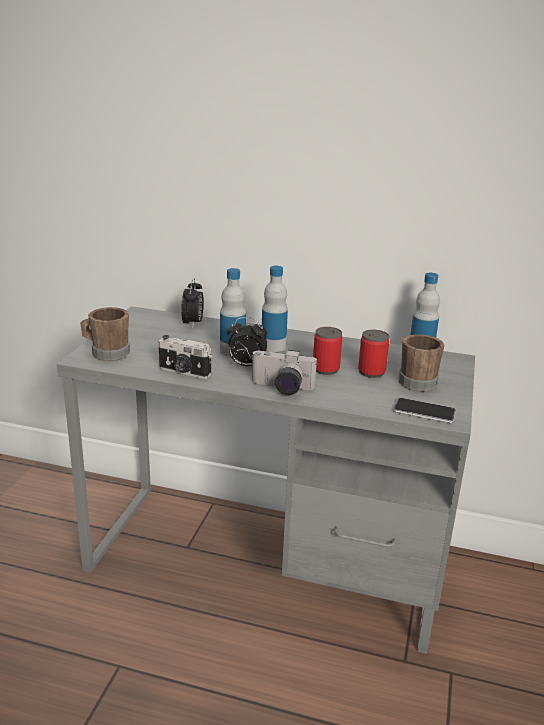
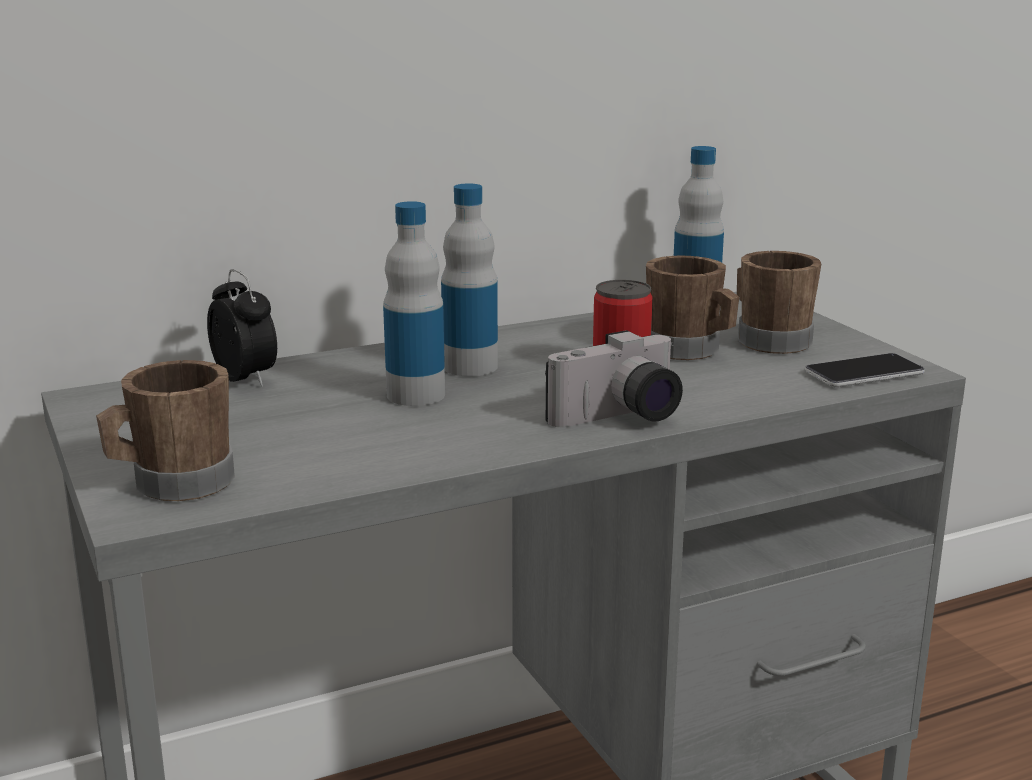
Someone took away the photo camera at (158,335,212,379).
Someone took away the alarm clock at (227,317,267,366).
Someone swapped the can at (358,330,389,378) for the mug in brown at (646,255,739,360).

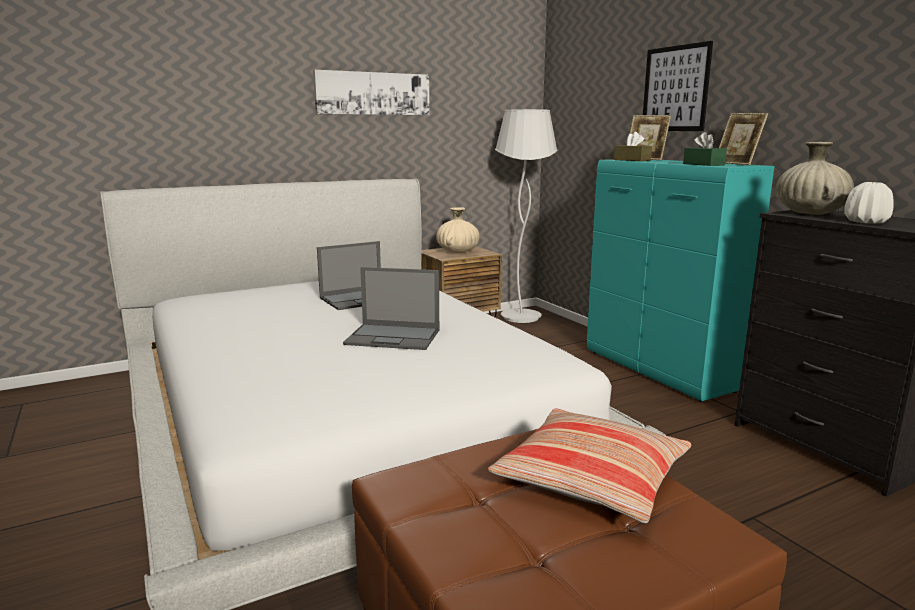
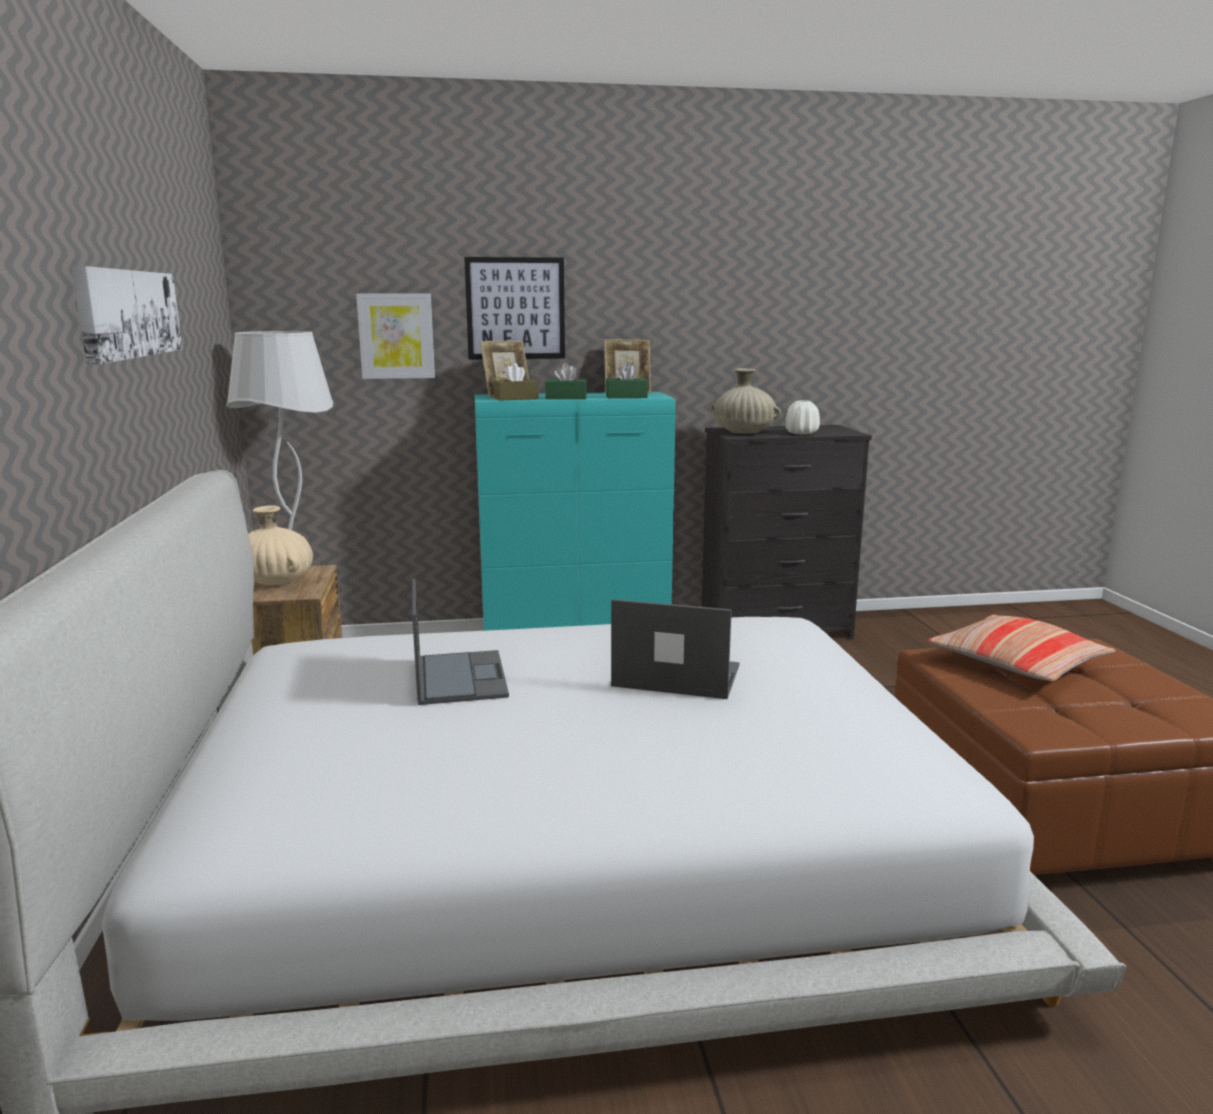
Someone put up the picture at (356,294,435,379).
Someone put down the tissue box in green at (545,363,587,399).
Someone rotated the laptop at (343,267,440,350) by 105 degrees counterclockwise.

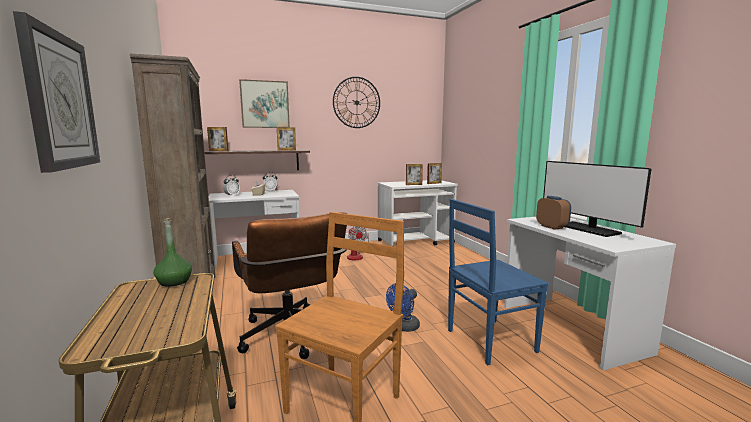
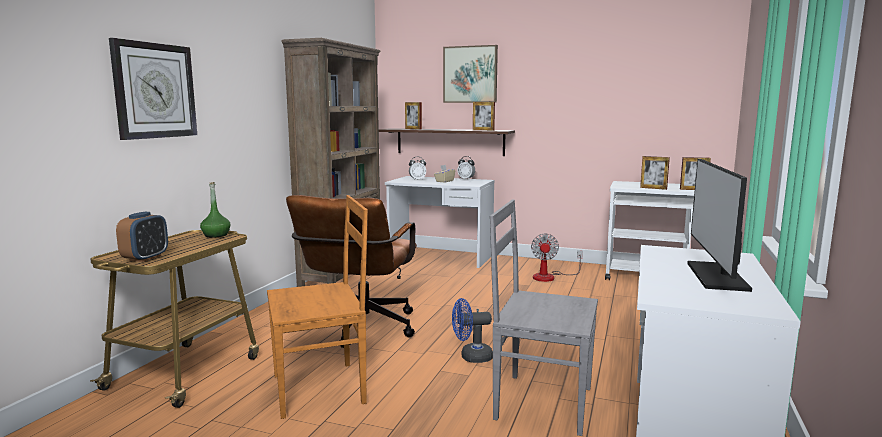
Someone took away the wall clock at (333,77,380,128).
Someone carried the alarm clock from (536,196,571,230) to (116,212,168,262).
Someone repainted the chair in blue at (448,199,549,366), which became the chair in grey at (490,200,598,436).

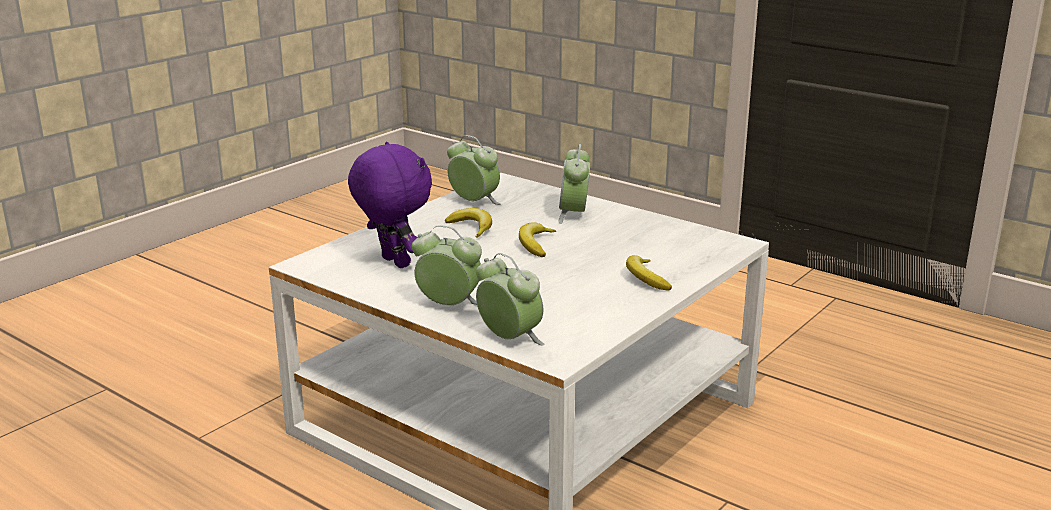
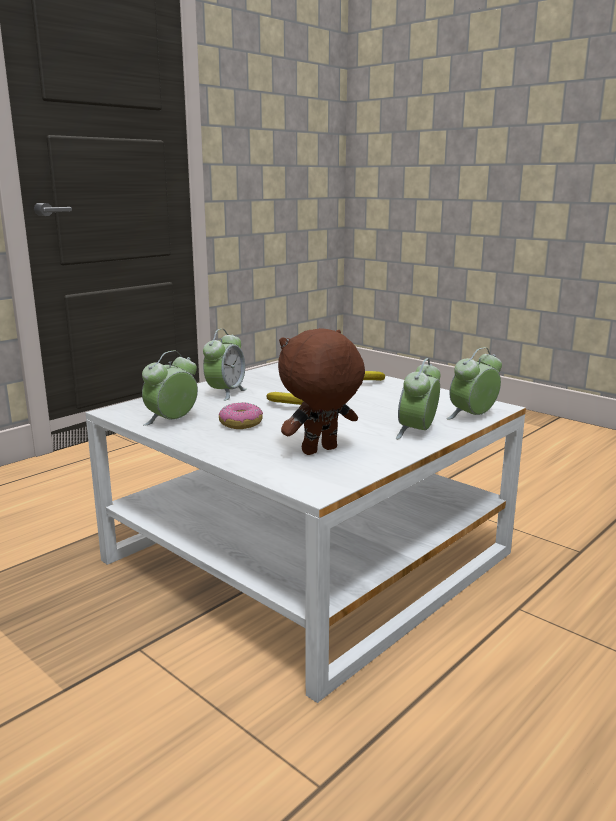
Someone swapped the banana at (445,208,492,238) for the donut at (219,402,263,429).
Someone repainted the plush toy in purple at (348,142,432,268), which became the plush toy in brown at (278,328,365,455).
Someone rotated the alarm clock at (558,144,590,224) by 75 degrees counterclockwise.

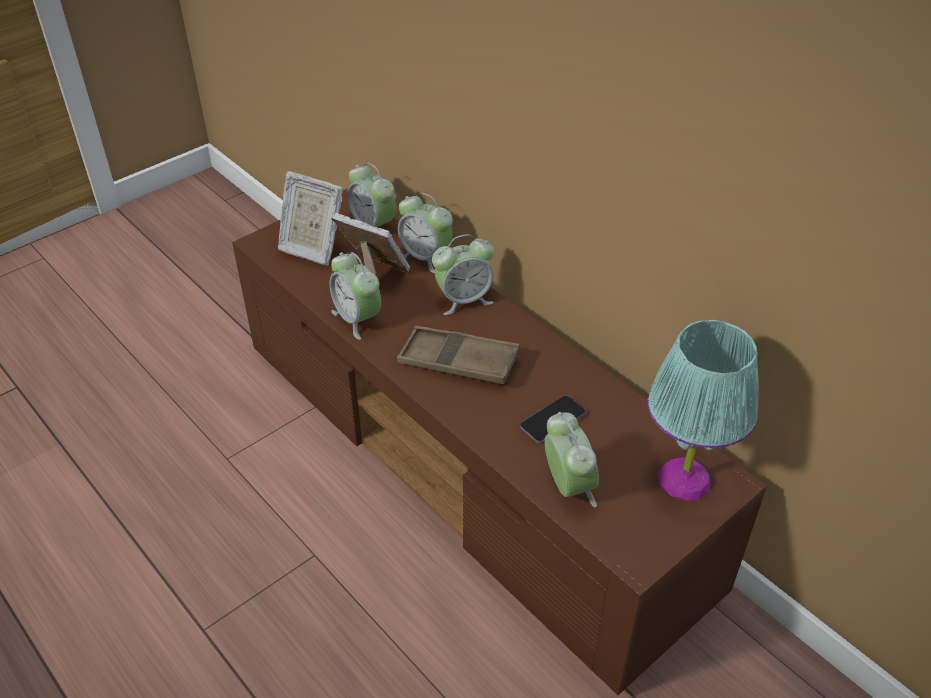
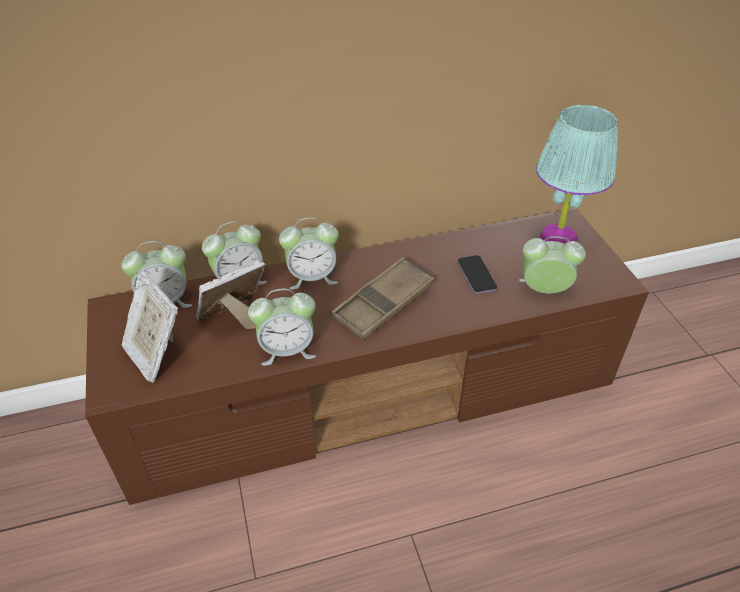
Someone rotated the picture frame at (278,171,343,265) by 90 degrees clockwise.
Someone rotated the alarm clock at (432,234,494,315) by 75 degrees clockwise.

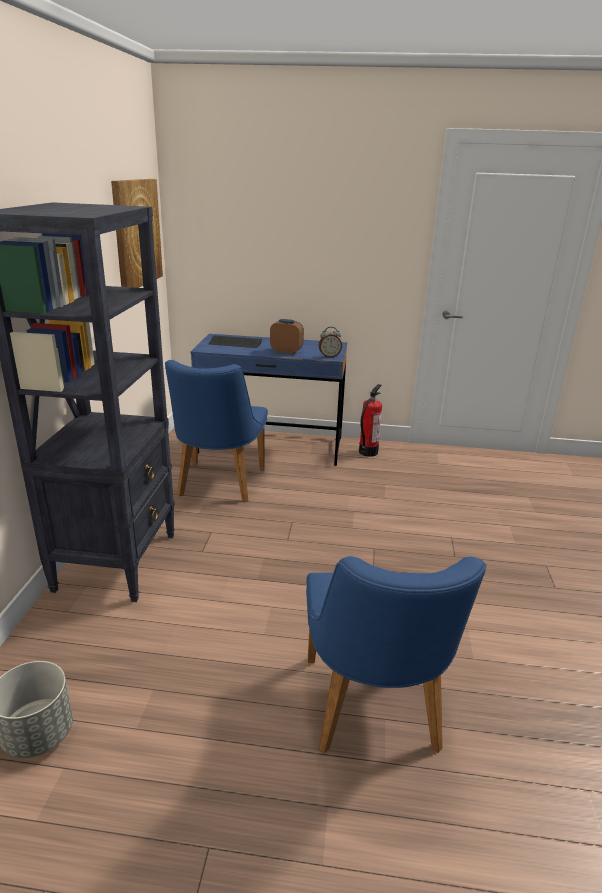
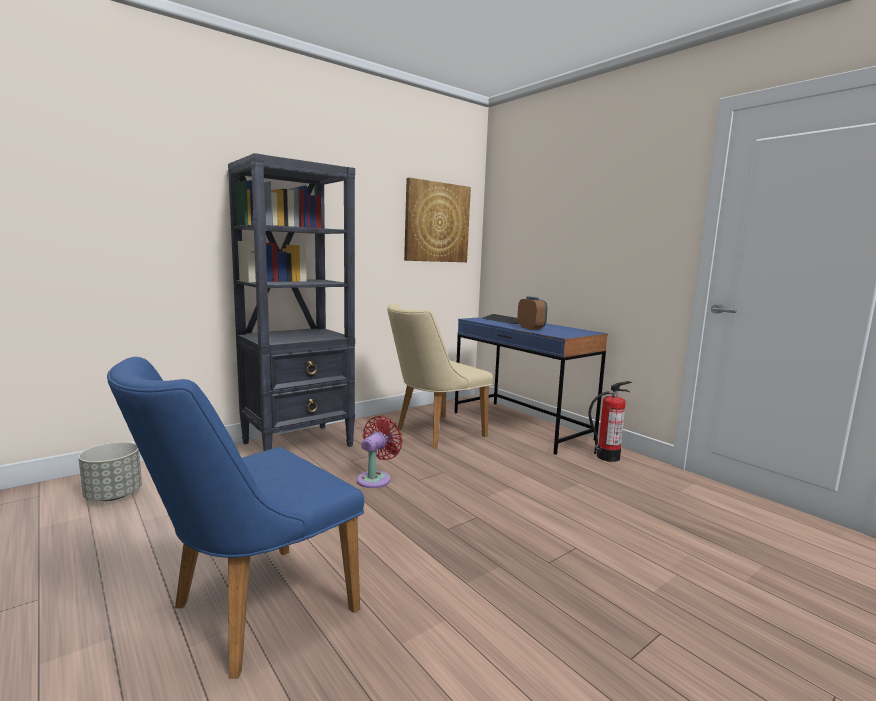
Someone took away the alarm clock at (319,327,342,358).
Someone put down the fan in red at (357,416,403,488).
Someone repainted the chair in blue at (165,360,268,503), which became the chair in beige at (387,303,493,449).

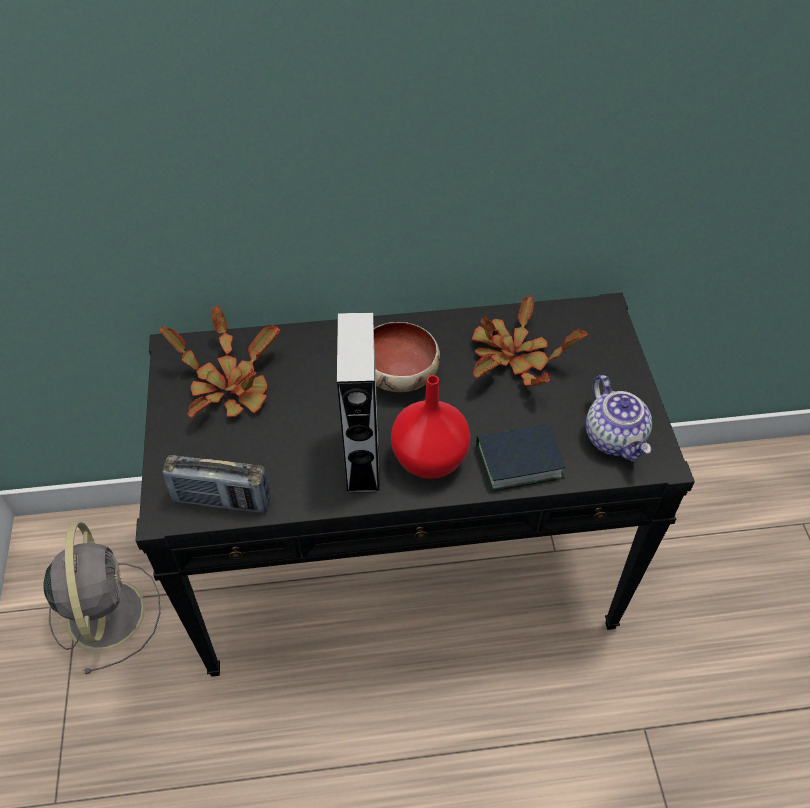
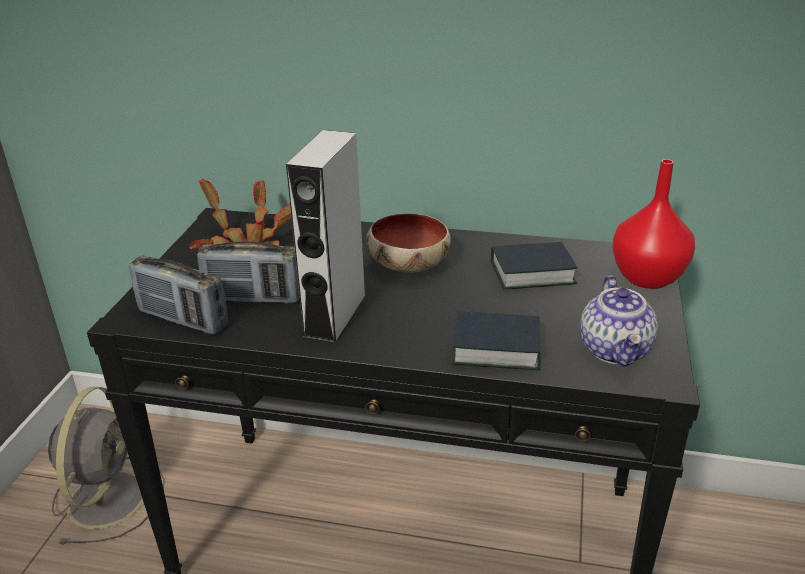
Someone put down the radio at (197,241,300,304).
Someone carried the vase in red from (391,375,471,479) to (612,159,695,289).
Someone swapped the potted plant at (472,296,587,386) for the book at (491,242,577,289).

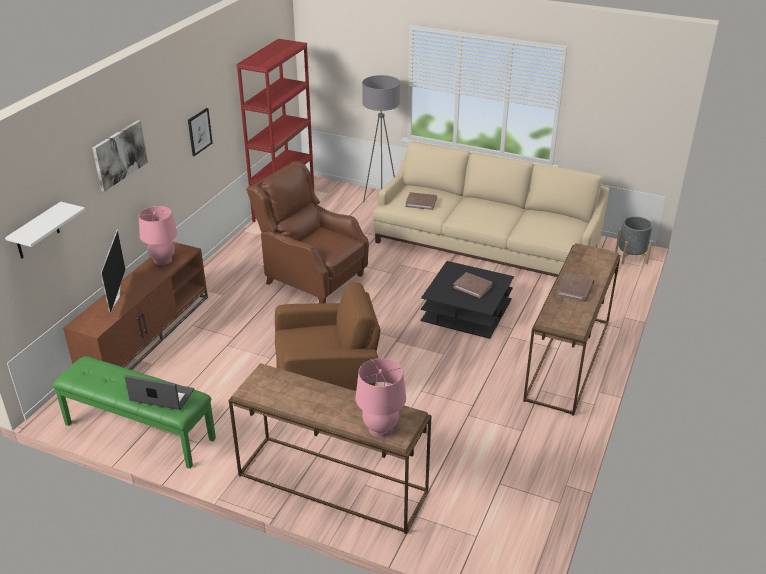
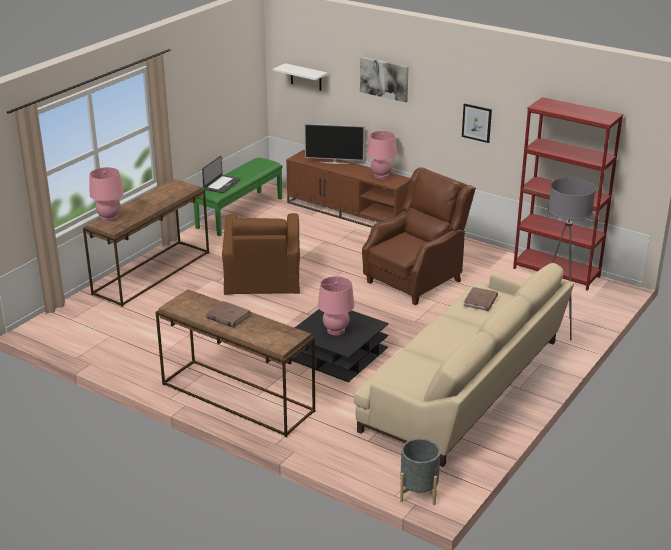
Someone swapped the book in brown at (453,272,493,298) for the table lamp in pink at (318,276,354,336).

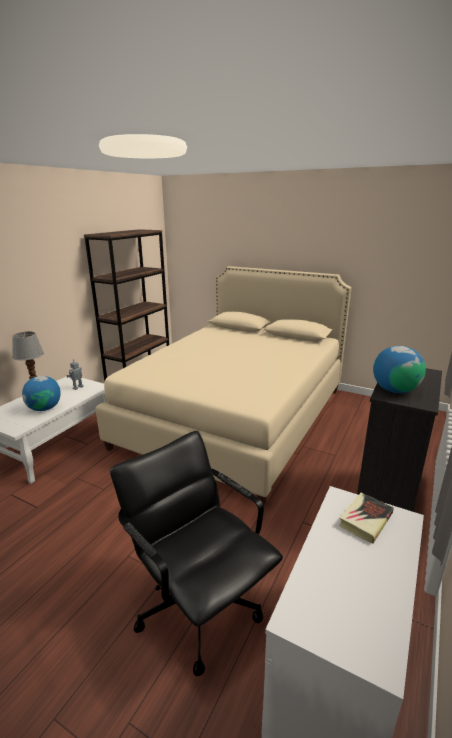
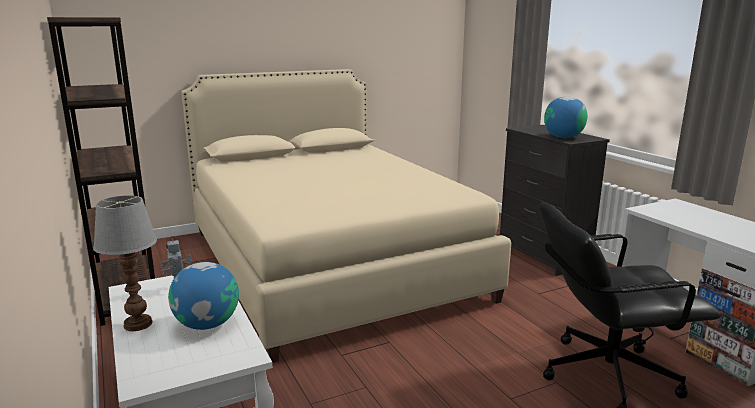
Someone took away the book at (339,493,394,544).

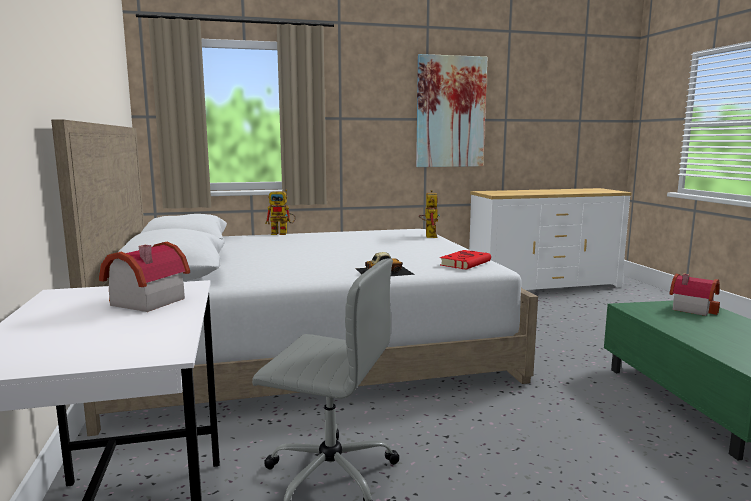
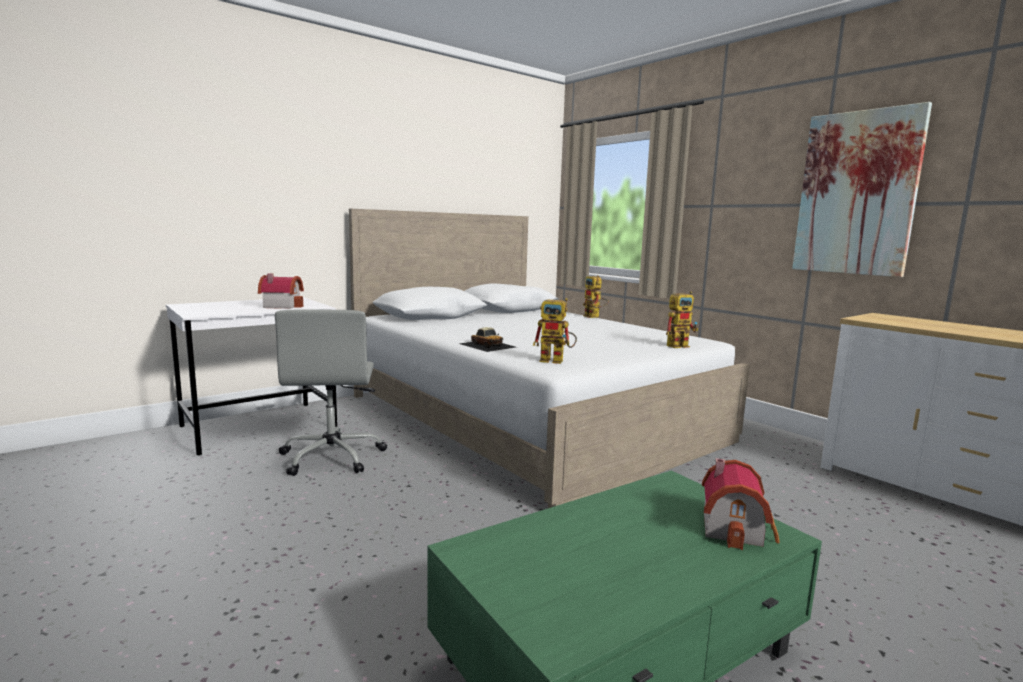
Someone swapped the book in red at (440,250,491,270) for the toy robot at (533,298,577,364).

